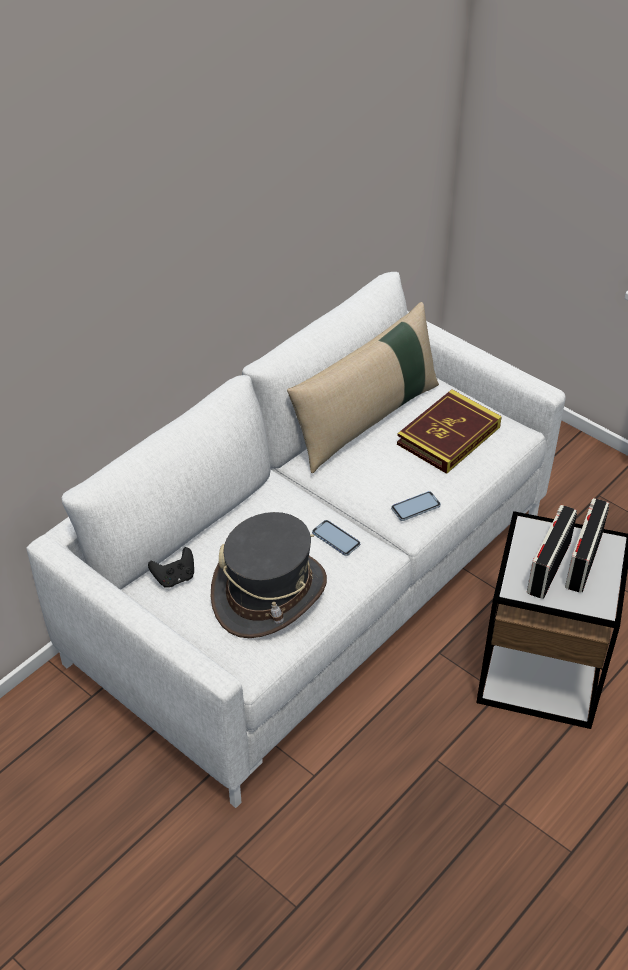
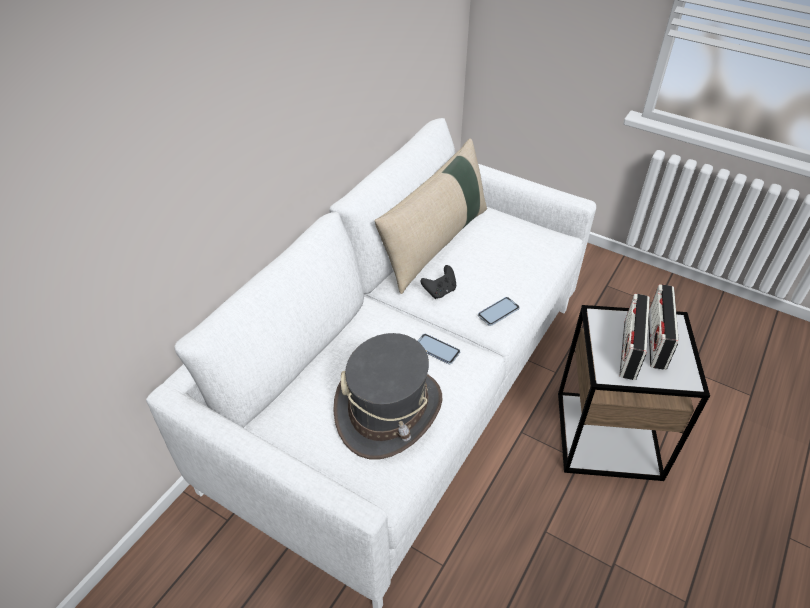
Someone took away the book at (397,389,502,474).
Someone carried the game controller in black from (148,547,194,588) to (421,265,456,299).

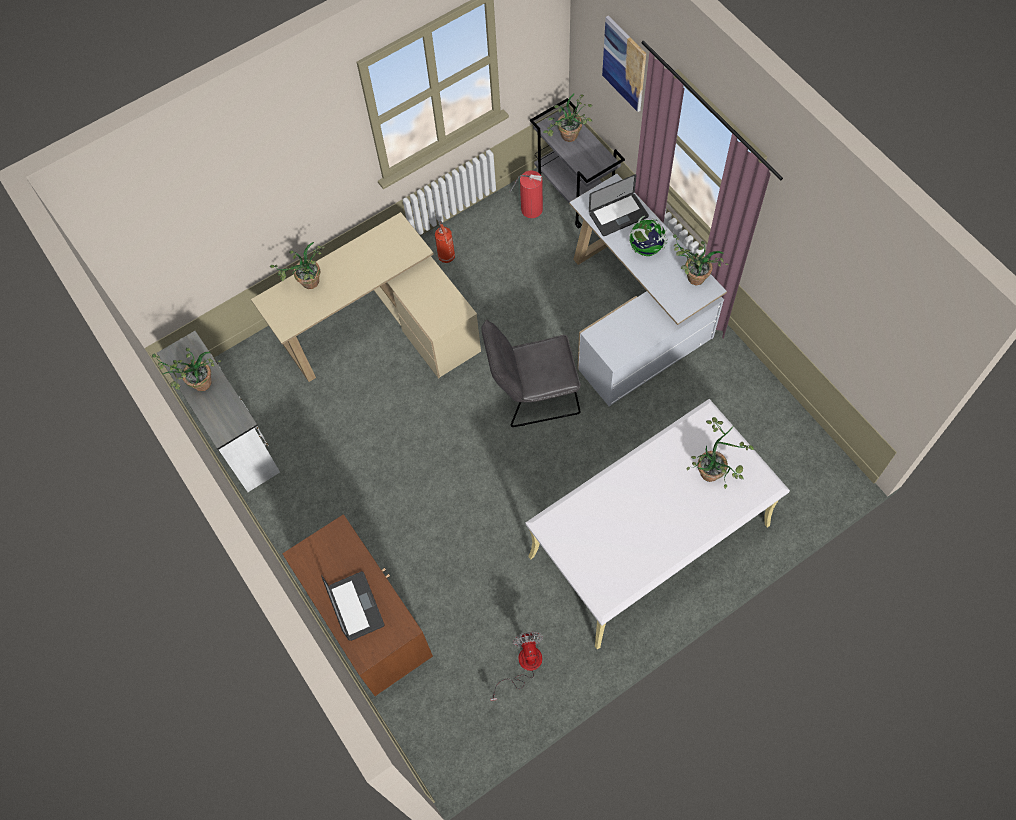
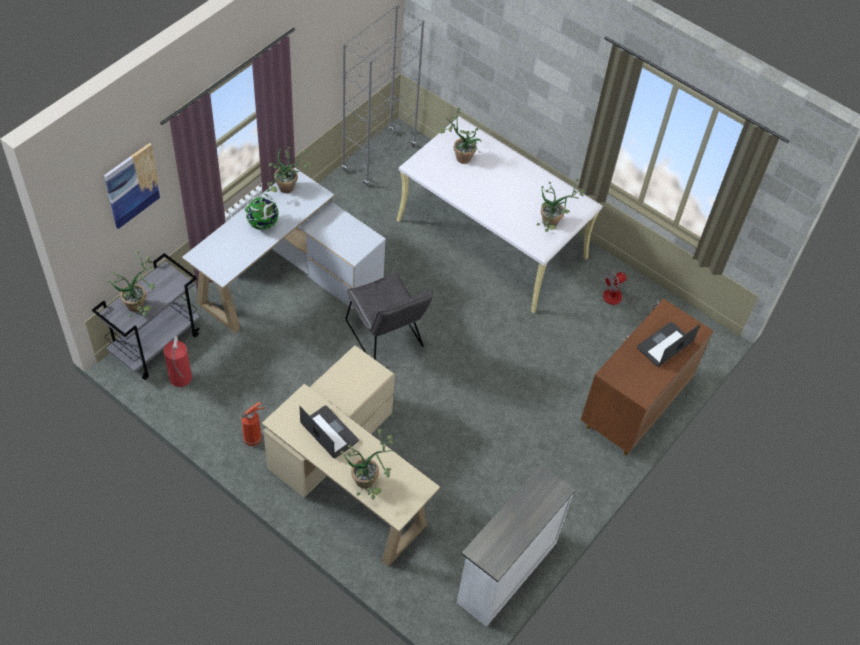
Someone put down the bookcase in grey at (342,4,424,186).
Someone carried the potted plant from (152,347,221,391) to (536,179,585,232).
Someone carried the laptop from (589,174,649,236) to (299,405,359,459).

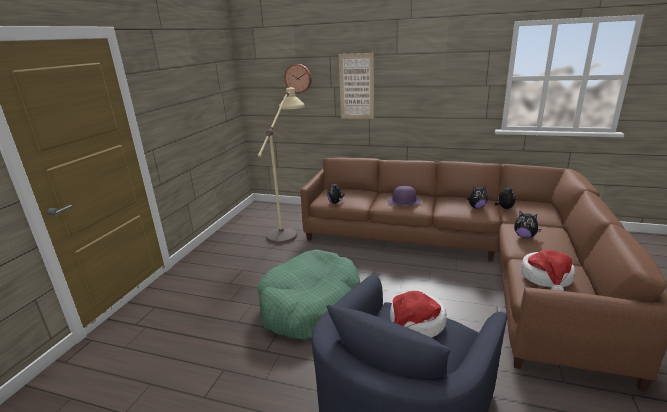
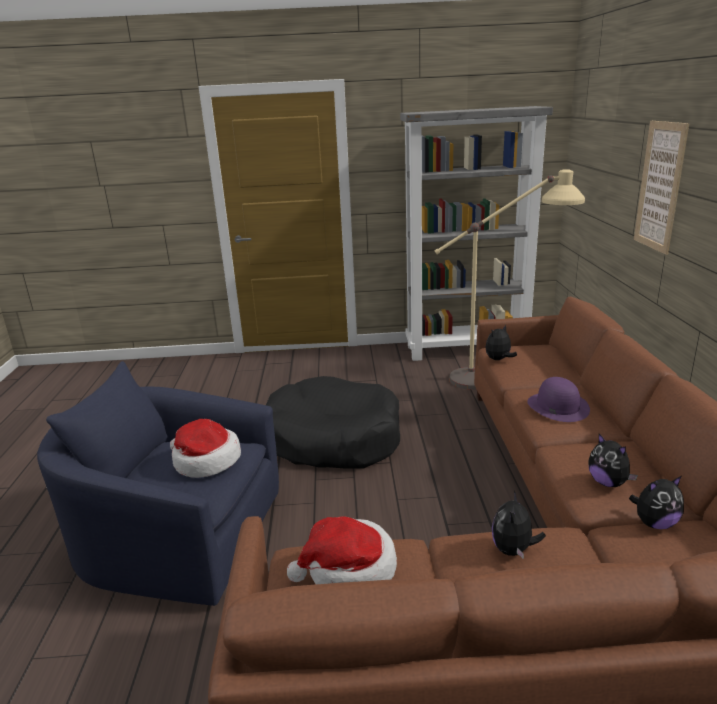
Someone took away the wall clock at (284,64,312,93).
Someone put down the bookcase in grey at (400,106,553,361).
Someone repainted the dog bed in green at (257,250,360,339), which became the dog bed in black at (266,376,400,468).

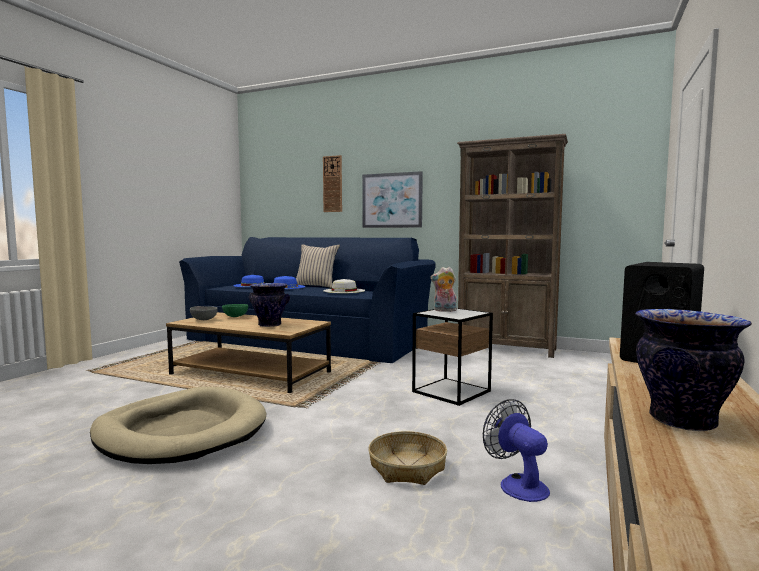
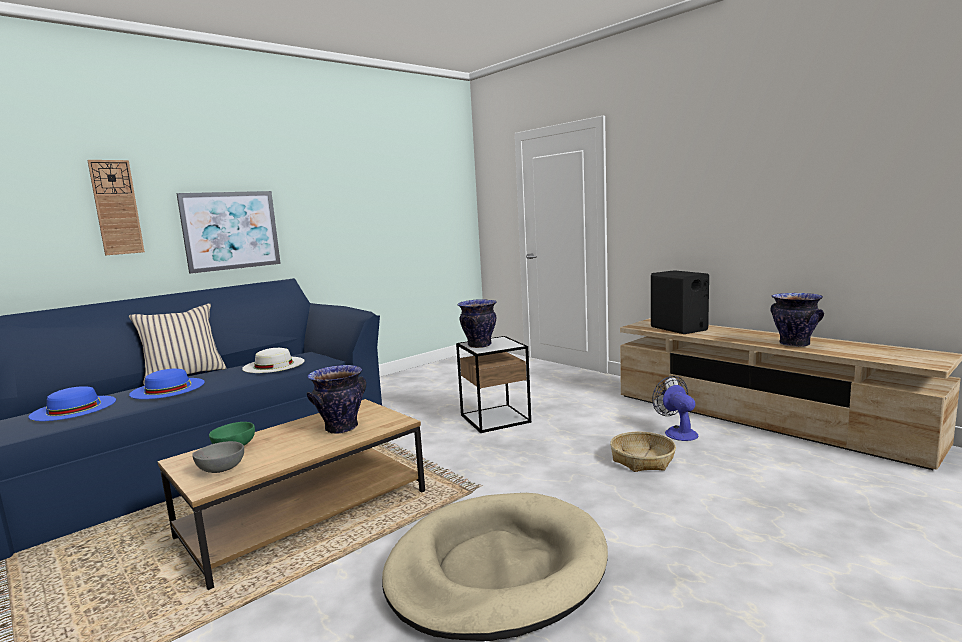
Someone took away the bookcase in brown at (457,134,568,358).
Someone swapped the plush toy at (430,267,457,312) for the vase at (457,299,497,348).
Someone rotated the fan at (483,399,550,502) by 75 degrees clockwise.

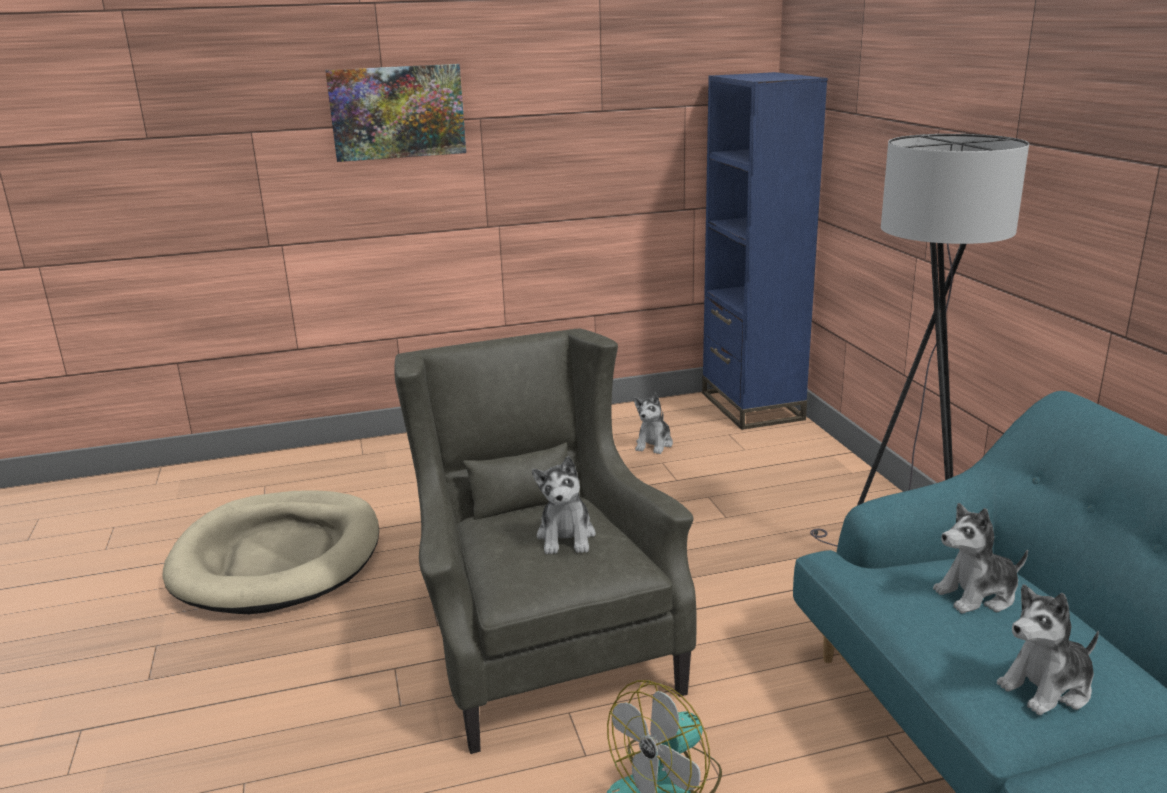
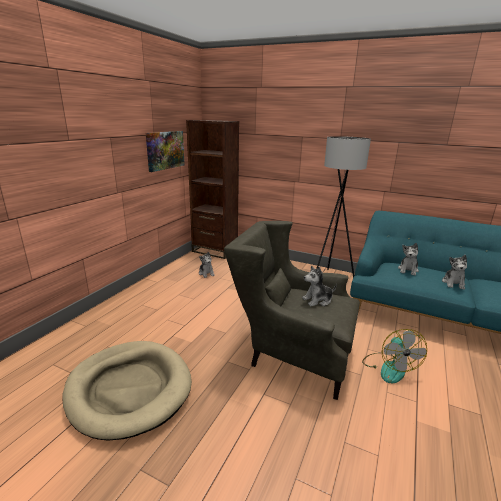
Someone carried the picture from (325,64,466,162) to (146,131,185,172).
Someone repainted the bookcase in blue at (702,72,828,430), which became the bookcase in brown at (186,120,239,259).
Someone rotated the plush toy at (532,456,596,554) by 120 degrees clockwise.

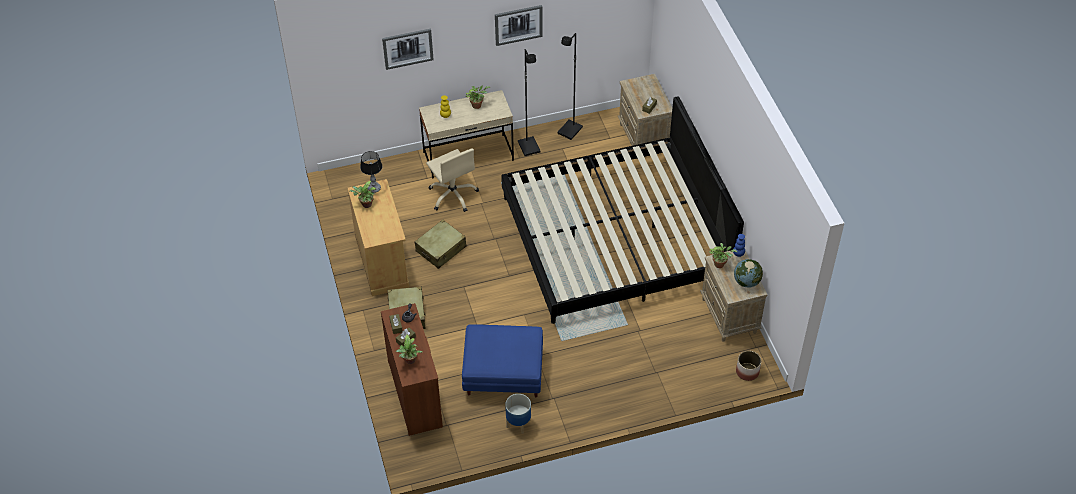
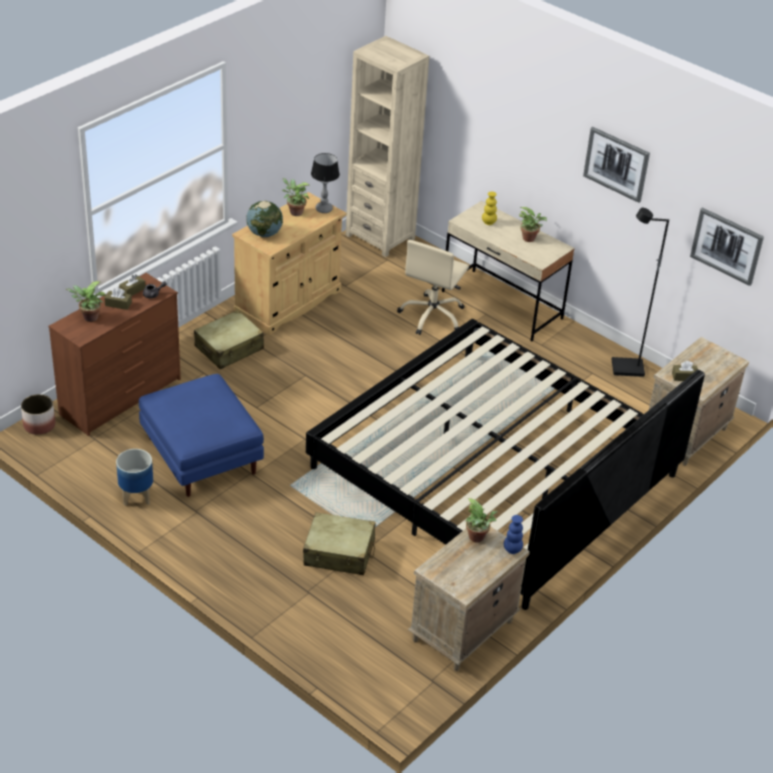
Someone took away the floor lamp in black at (518,49,540,156).
Someone put down the bookcase in beige at (346,36,429,257).
Someone carried the picture from (382,29,434,70) to (690,208,764,286).
Someone carried the suitcase in beige from (415,219,466,269) to (303,512,375,575).
Someone carried the globe from (734,259,763,288) to (246,201,283,237).
Someone carried the planter from (736,351,761,381) to (21,394,56,435).

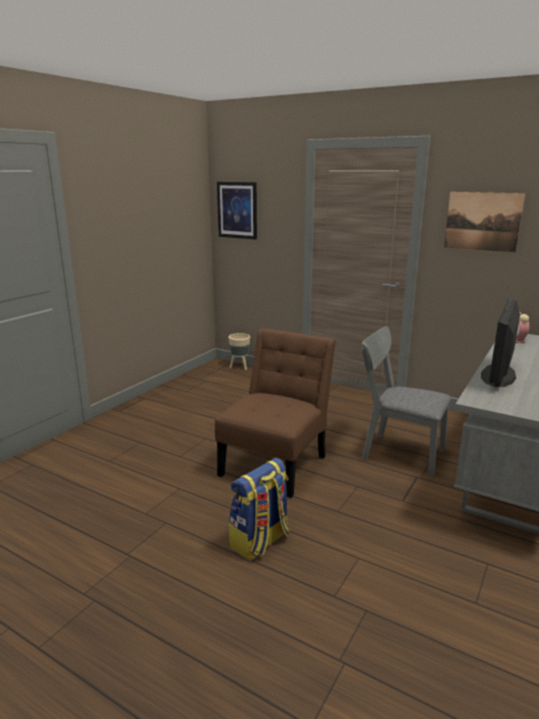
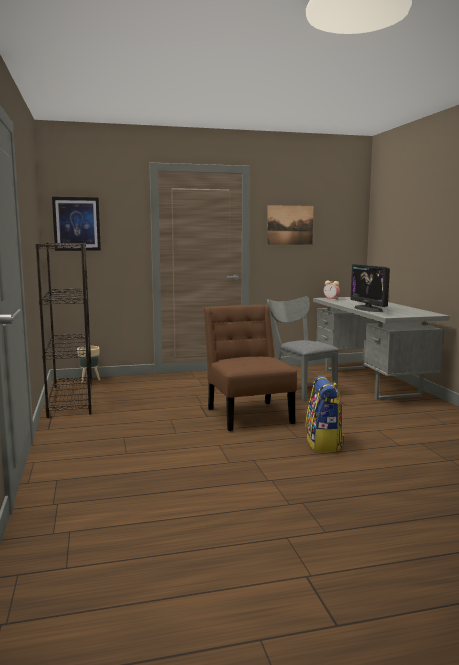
Someone put down the bookcase in black at (35,243,92,418).
Someone rotated the chair in grey at (361,326,451,477) by 75 degrees clockwise.

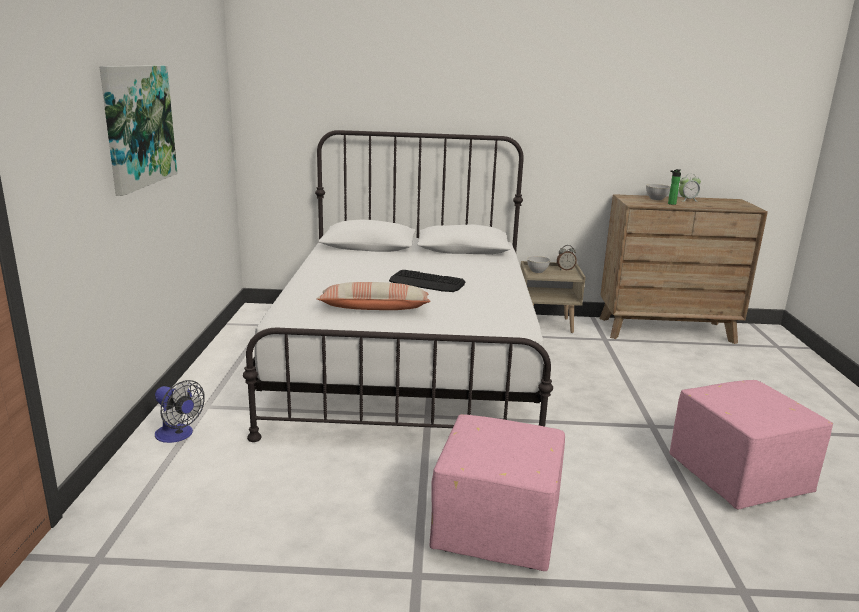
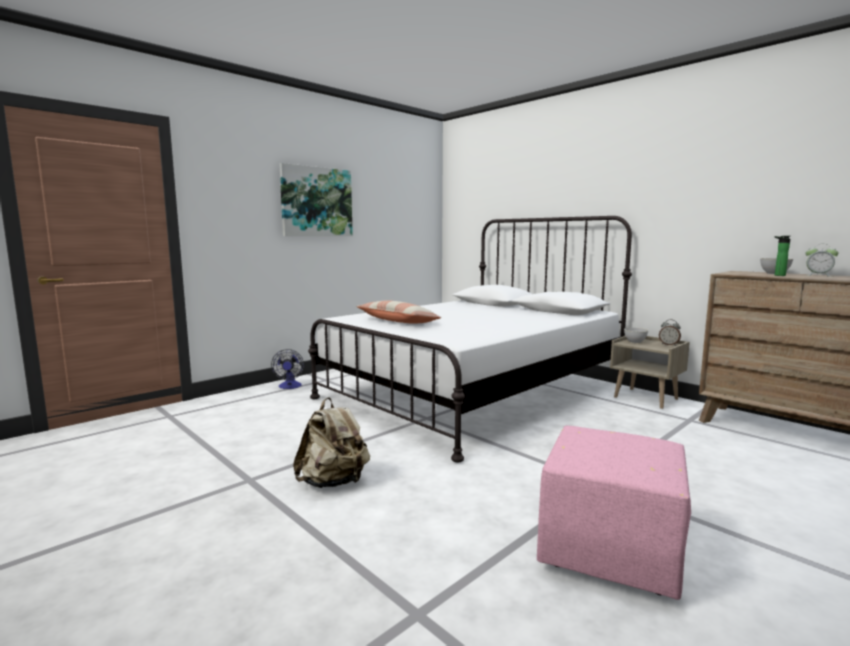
Someone took away the keyboard at (389,270,465,292).
Someone swapped the ottoman in pink at (430,414,565,571) for the backpack in beige at (293,398,370,488).

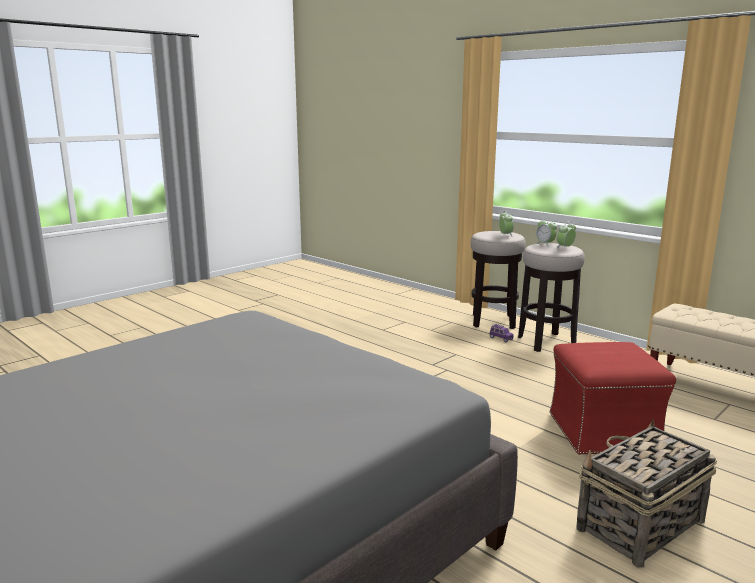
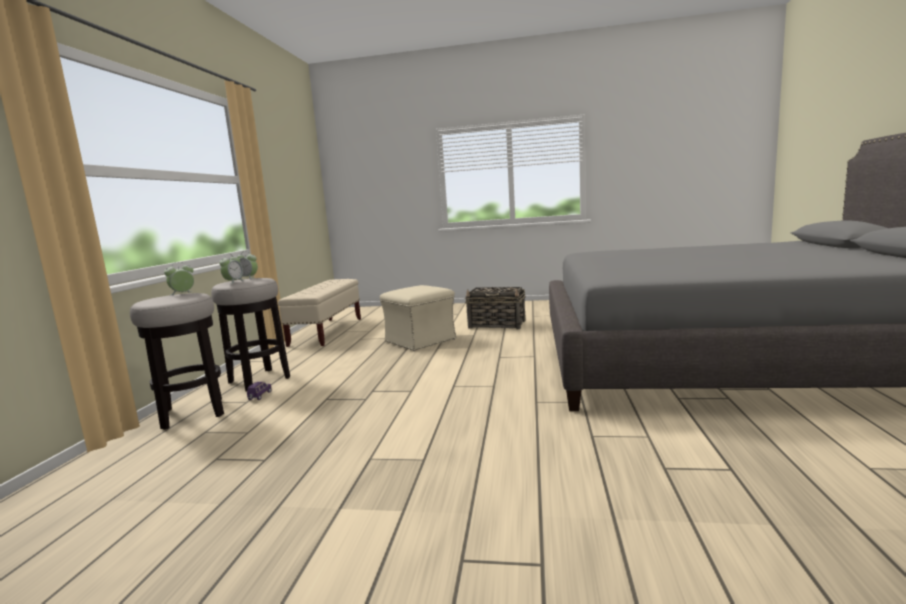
Someone repainted the ottoman in red at (550,342,676,455), which became the ottoman in beige at (380,285,456,351).

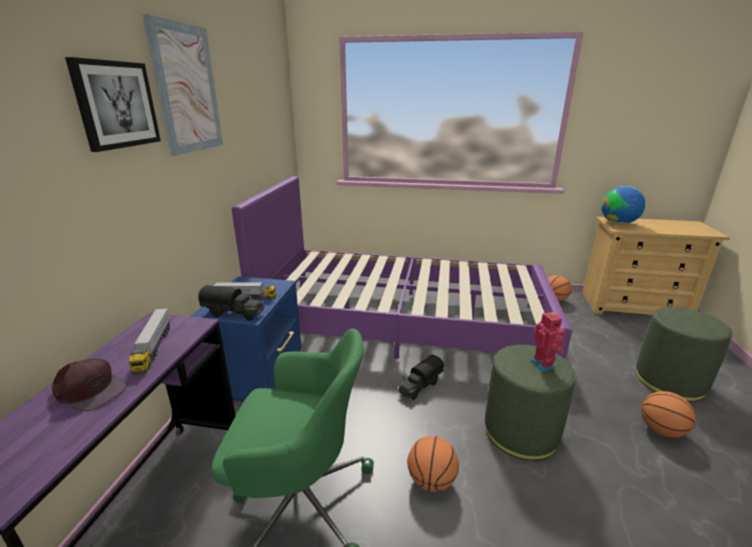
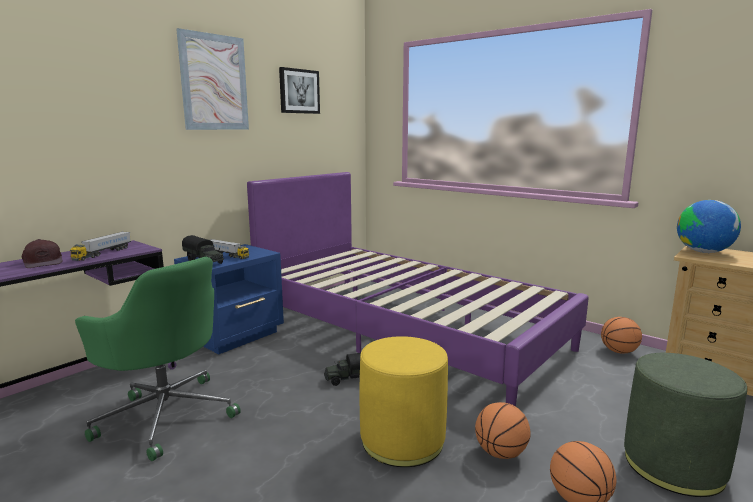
Someone took away the toy robot at (530,310,565,372).
Someone carried the picture from (65,57,161,152) to (279,67,320,114).
Someone carried the basketball from (407,436,459,492) to (475,402,531,459).
Someone repainted the ottoman in green at (485,345,576,460), which became the ottoman in yellow at (360,336,448,467).

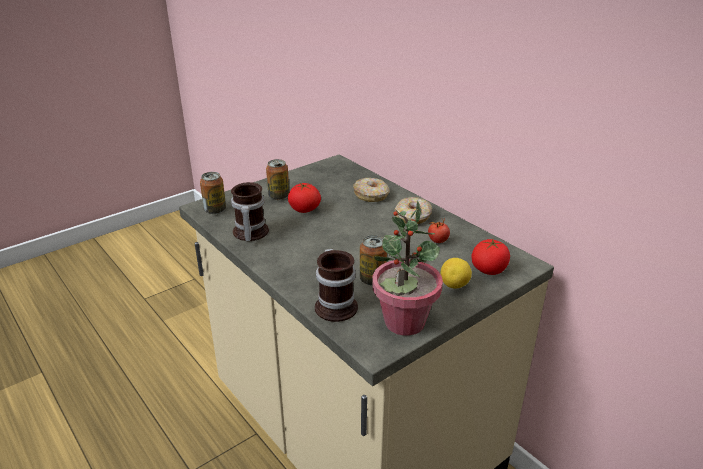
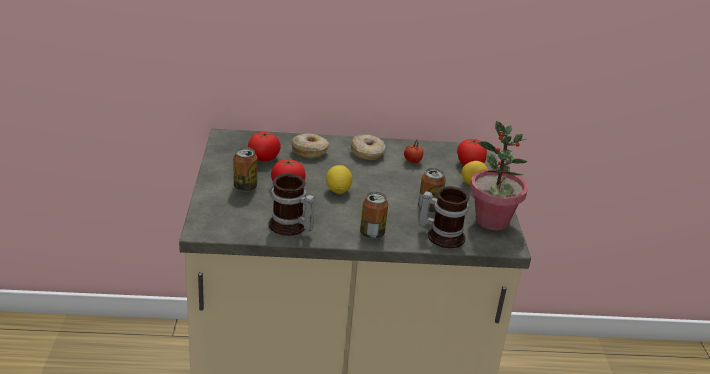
Someone put down the tomato at (248,132,281,161).
Someone put down the lemon at (326,165,352,194).
Someone carried the can from (200,172,226,214) to (360,192,388,239).

